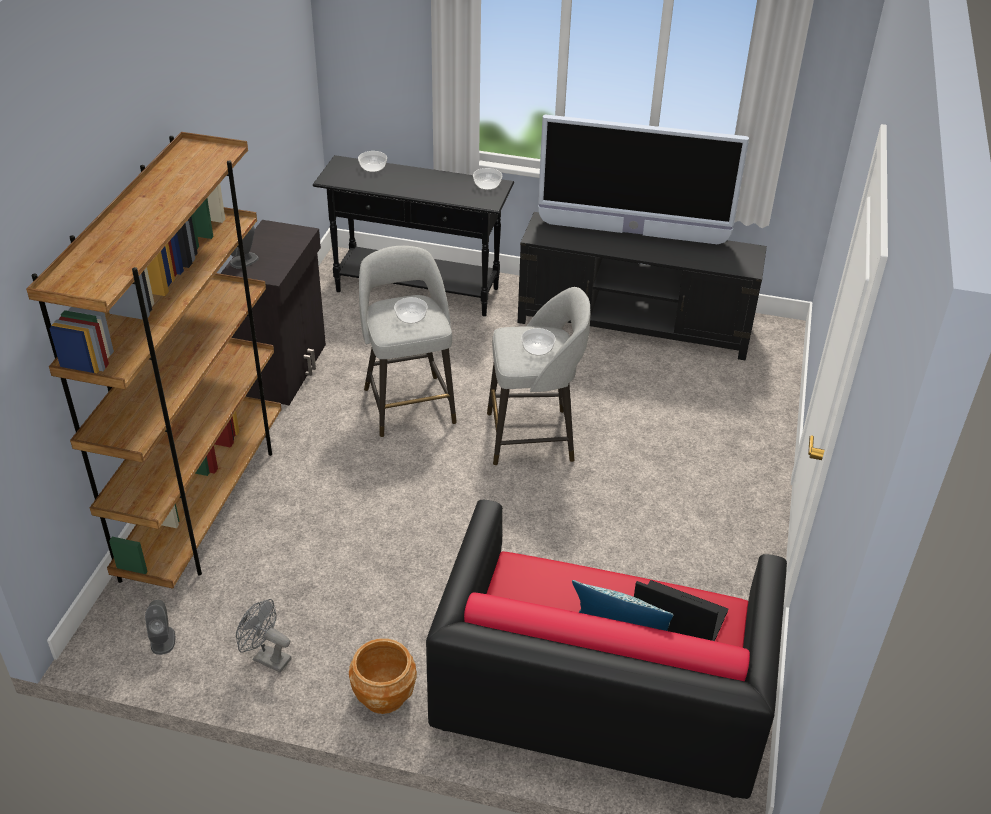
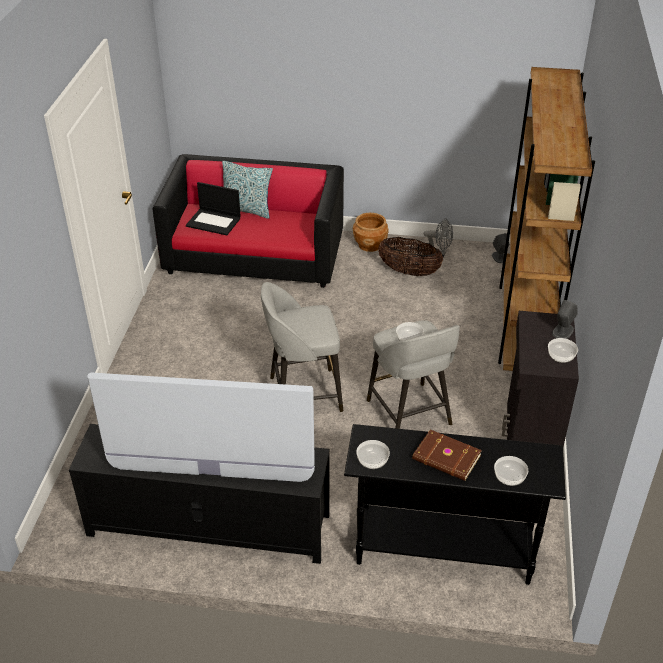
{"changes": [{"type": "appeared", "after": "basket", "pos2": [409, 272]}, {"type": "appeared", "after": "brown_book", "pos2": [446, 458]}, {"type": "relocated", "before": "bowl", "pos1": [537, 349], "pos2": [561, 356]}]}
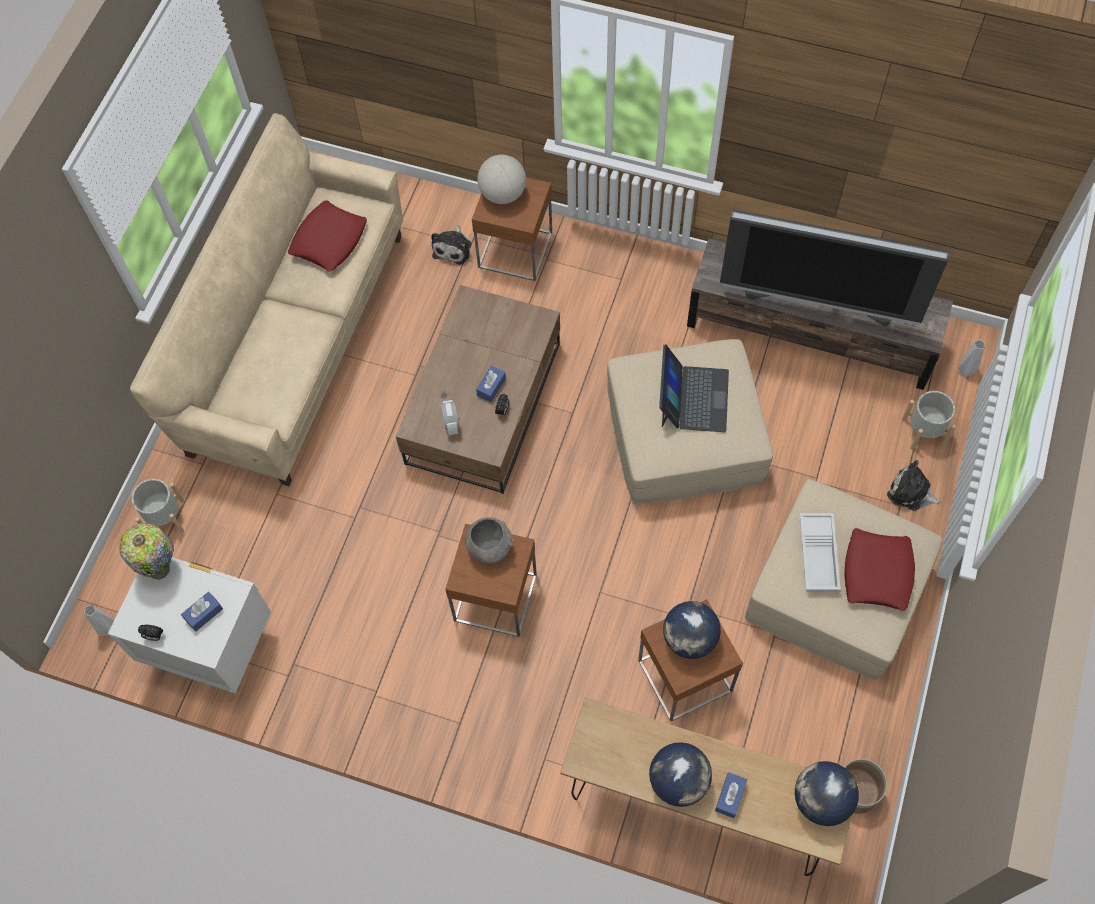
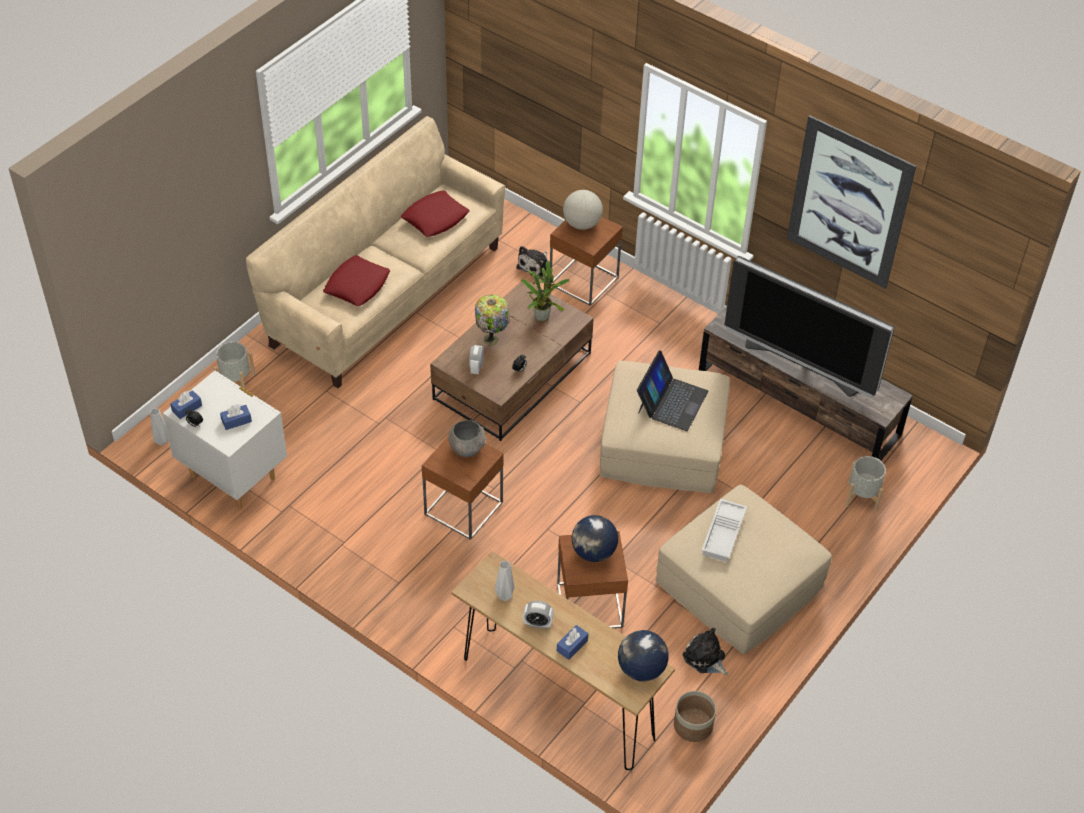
{"changes": [{"type": "relocated", "before": "blue_tissue_box", "pos1": [491, 387], "pos2": [187, 408]}, {"type": "relocated", "before": "red_pillow", "pos1": [877, 572], "pos2": [357, 285]}, {"type": "relocated", "before": "table_lamp", "pos1": [160, 568], "pos2": [492, 339]}, {"type": "relocated", "before": "grey_vase", "pos1": [966, 370], "pos2": [505, 595]}, {"type": "appeared", "after": "potted_plant", "pos2": [542, 315]}, {"type": "exchanged", "before": "globe", "after": "alarm_clock", "pos1": [678, 780], "pos2": [537, 623]}, {"type": "relocated", "before": "plush_toy", "pos1": [911, 492], "pos2": [705, 658]}, {"type": "appeared", "after": "picture", "pos2": [849, 203]}]}
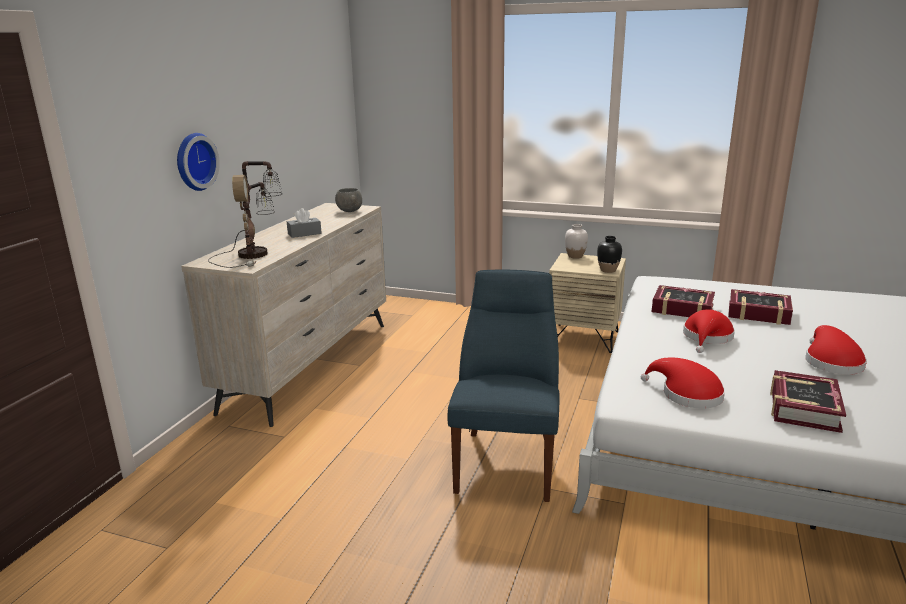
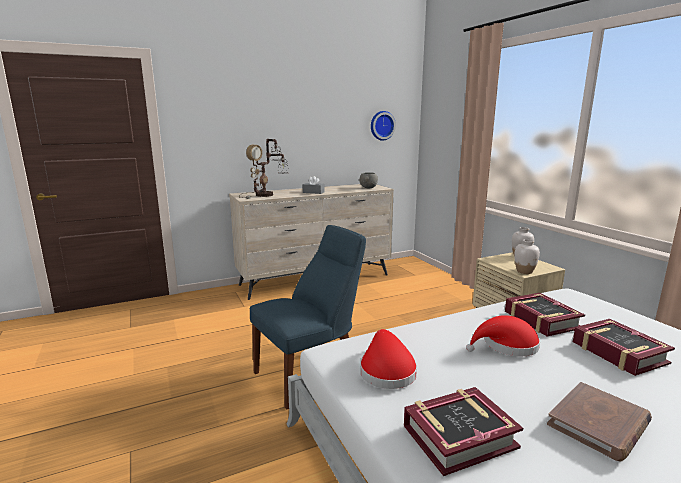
{"changes": [{"type": "relocated", "before": "wall_clock", "pos1": [193, 161], "pos2": [381, 125]}, {"type": "colour", "before": "black_vase", "after": "white_vase", "pos1": [608, 270], "pos2": [524, 271]}, {"type": "exchanged", "before": "red_hat", "after": "brown_book", "pos1": [831, 362], "pos2": [598, 424]}]}
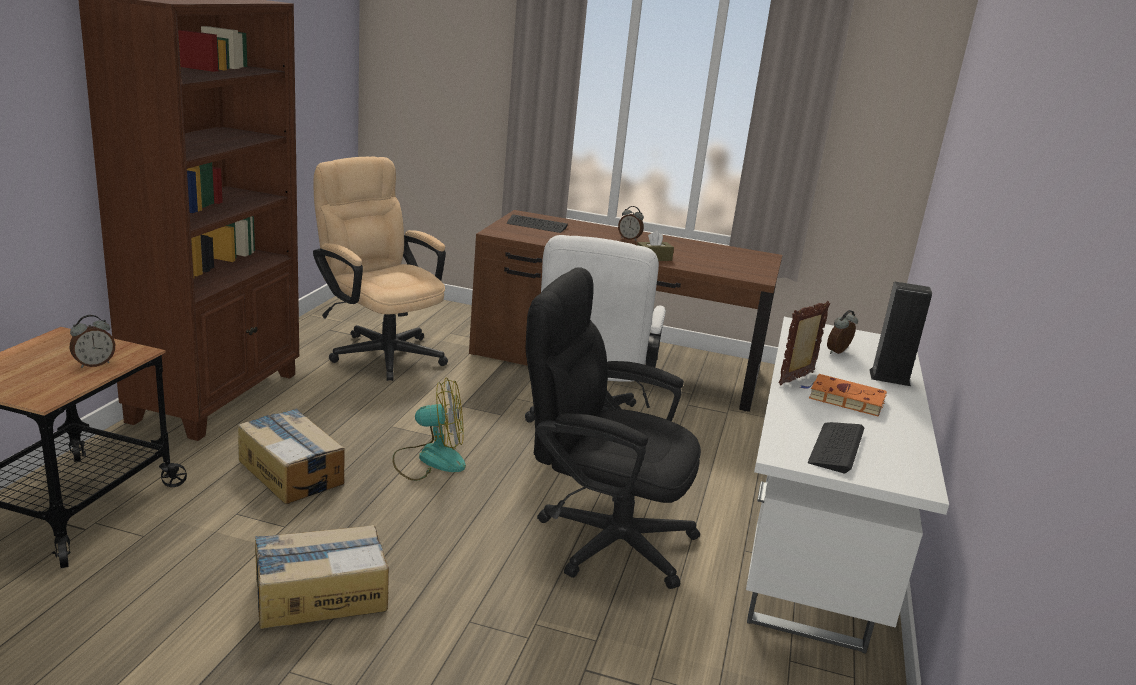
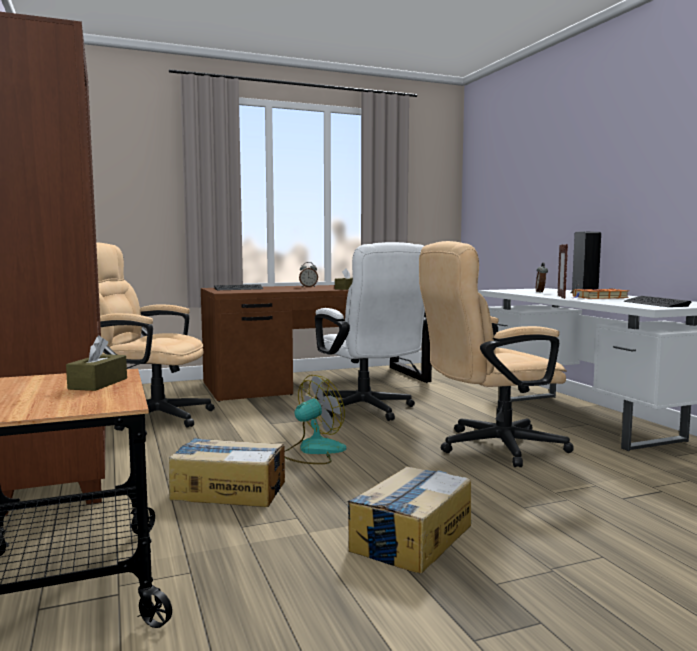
{"changes": [{"type": "exchanged", "before": "alarm_clock", "after": "brown_tissue_box", "pos1": [94, 364], "pos2": [98, 384]}, {"type": "colour", "before": "black_office_chair", "after": "beige_office_chair", "pos1": [601, 537], "pos2": [489, 447]}]}
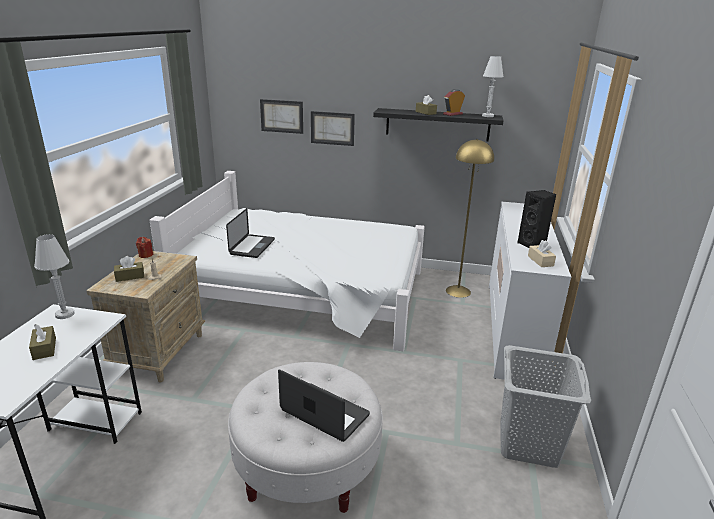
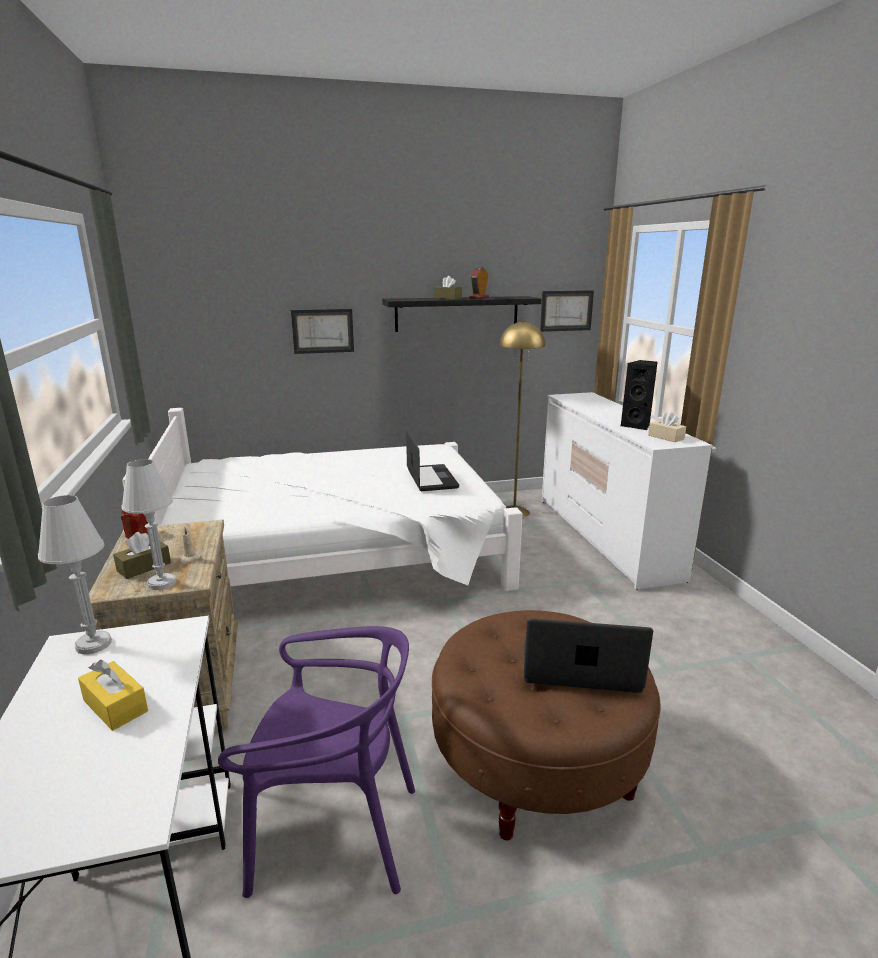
{"changes": [{"type": "colour", "before": "brown_tissue_box", "after": "yellow_tissue_box", "pos1": [44, 348], "pos2": [115, 706]}, {"type": "relocated", "before": "white_table_lamp", "pos1": [487, 116], "pos2": [162, 583]}, {"type": "appeared", "after": "purple_chair", "pos2": [335, 832]}, {"type": "relocated", "before": "laptop", "pos1": [252, 247], "pos2": [431, 479]}, {"type": "colour", "before": "white_ottoman", "after": "brown_ottoman", "pos1": [307, 466], "pos2": [536, 762]}, {"type": "relocated", "before": "picture", "pos1": [282, 116], "pos2": [566, 310]}, {"type": "missing", "before": "grey_laundry_basket", "pos1": [529, 444]}]}
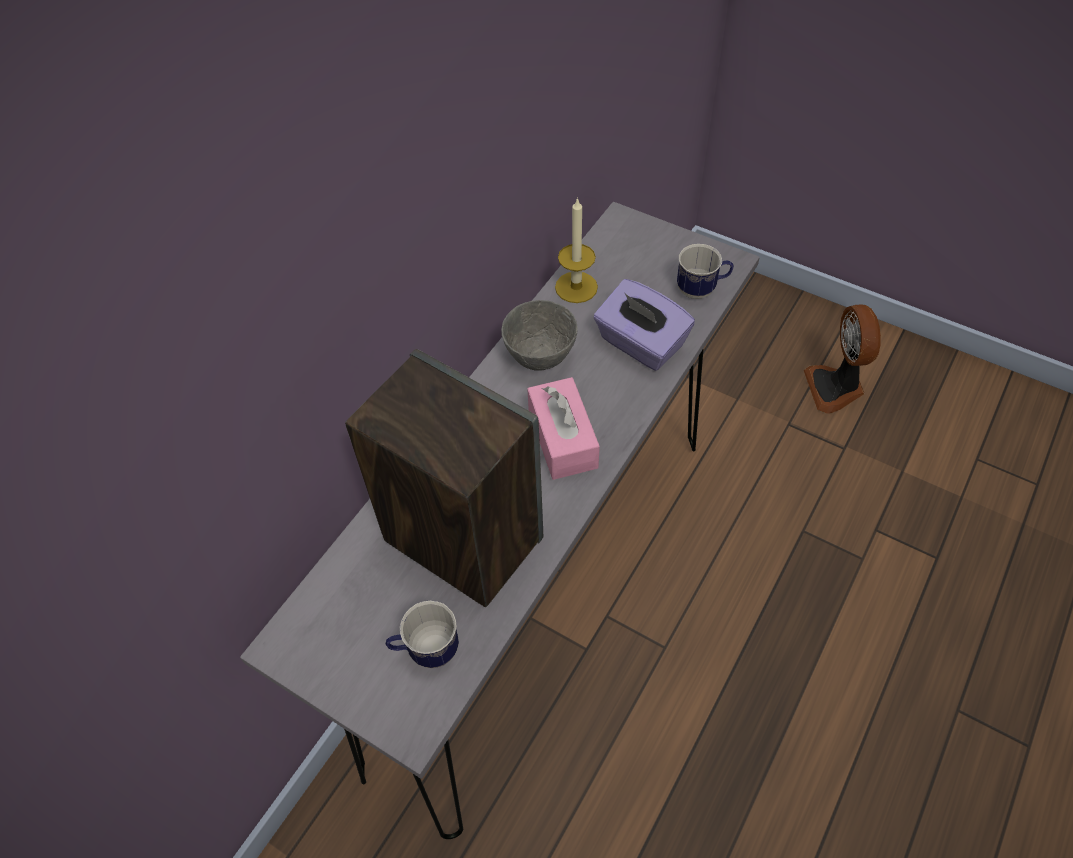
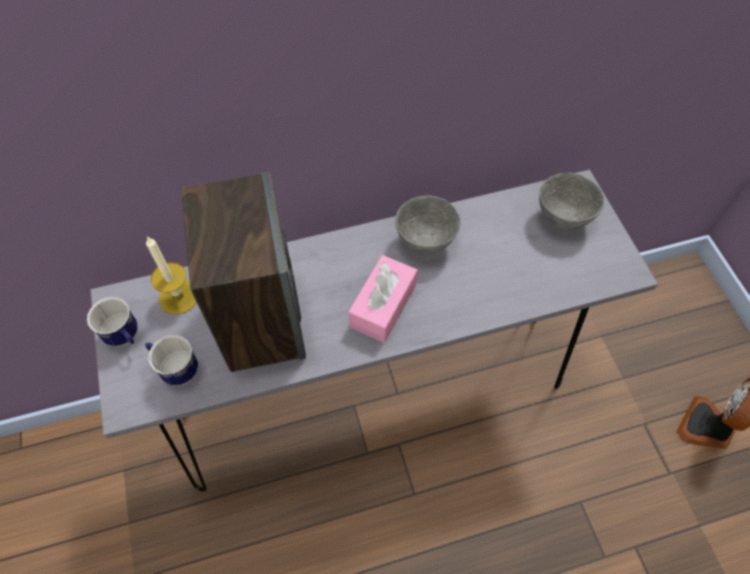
{"changes": [{"type": "relocated", "before": "mug", "pos1": [701, 290], "pos2": [125, 337]}, {"type": "relocated", "before": "candle", "pos1": [576, 287], "pos2": [178, 297]}, {"type": "appeared", "after": "grey_bowl", "pos2": [563, 219]}, {"type": "missing", "before": "purple_tissue_box", "pos1": [640, 344]}]}
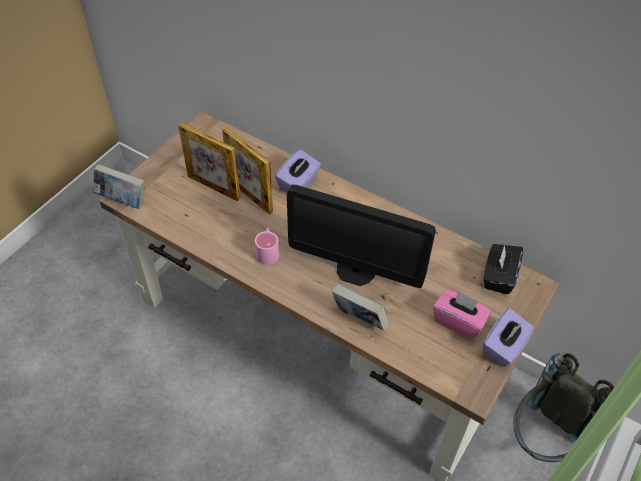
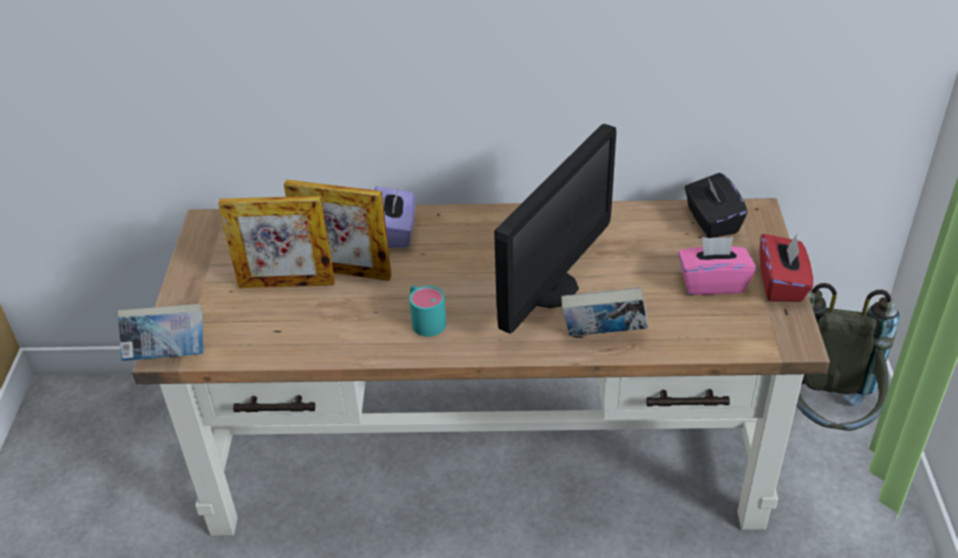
{"changes": [{"type": "colour", "before": "pink_mug", "after": "turquoise_mug", "pos1": [268, 251], "pos2": [425, 319]}, {"type": "spun", "before": "monitor", "pos1": [355, 270], "pos2": [551, 289], "turn": -45}, {"type": "colour", "before": "purple_tissue_box", "after": "red_tissue_box", "pos1": [504, 347], "pos2": [781, 284]}]}
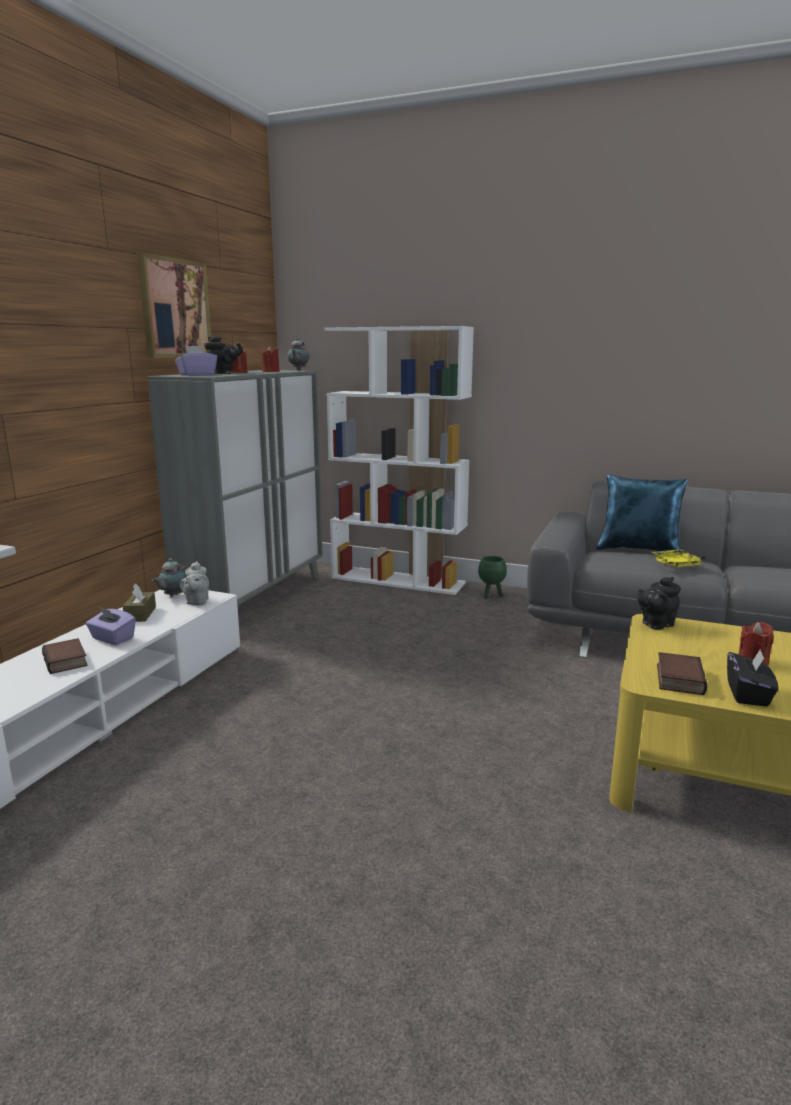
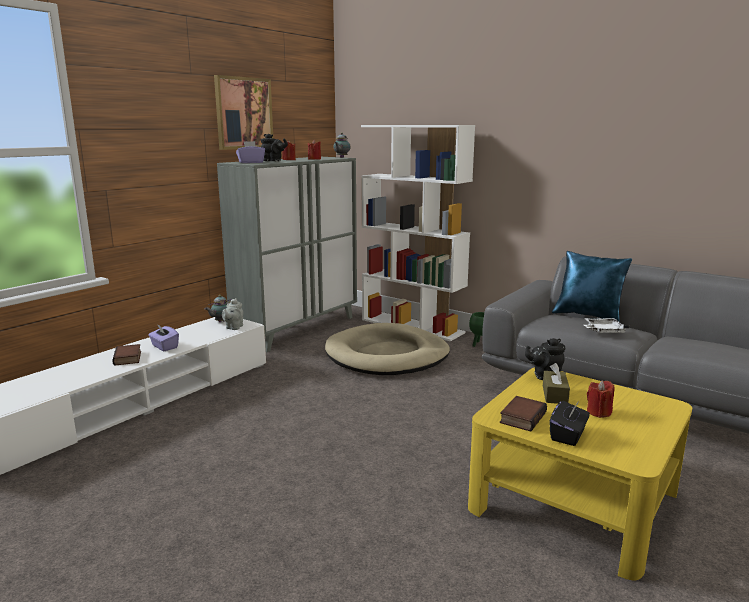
{"changes": [{"type": "appeared", "after": "beige_dog_bed", "pos2": [387, 355]}, {"type": "relocated", "before": "brown_tissue_box", "pos1": [140, 614], "pos2": [554, 395]}, {"type": "colour", "before": "yellow_tray", "after": "white_tray", "pos1": [675, 565], "pos2": [603, 331]}]}
